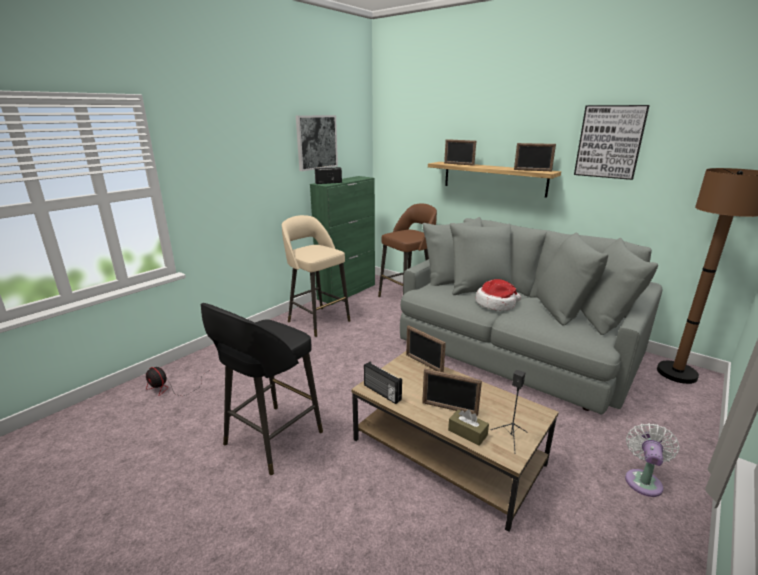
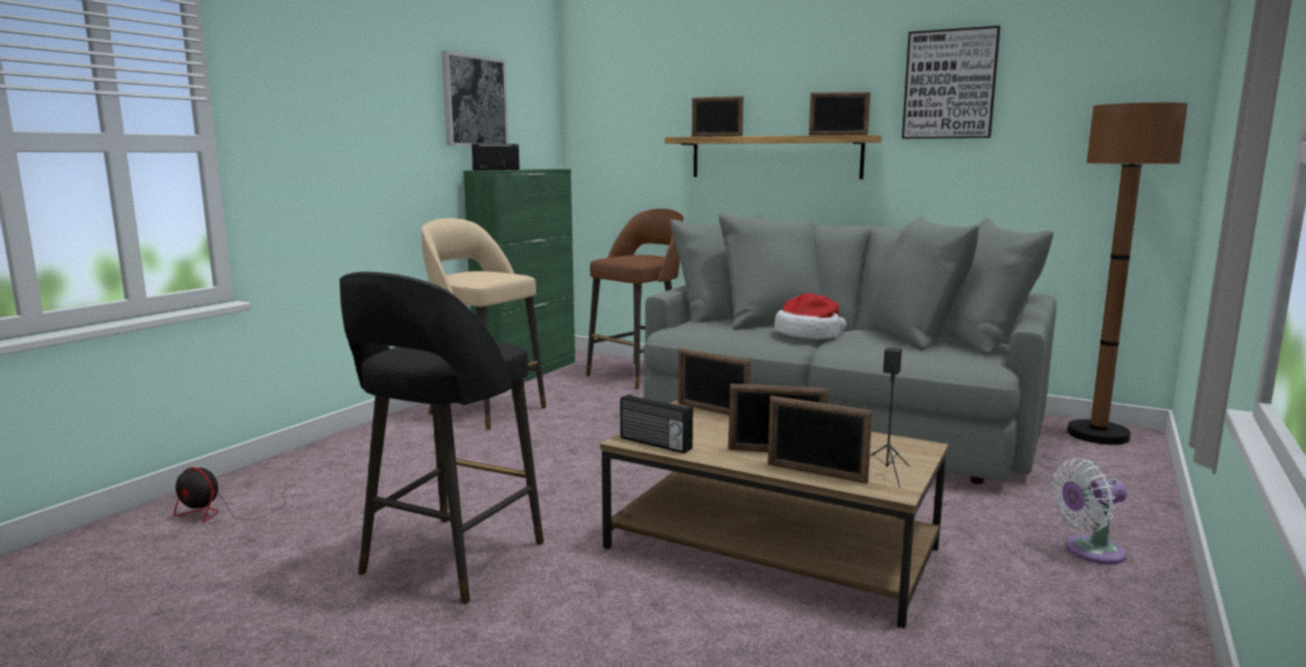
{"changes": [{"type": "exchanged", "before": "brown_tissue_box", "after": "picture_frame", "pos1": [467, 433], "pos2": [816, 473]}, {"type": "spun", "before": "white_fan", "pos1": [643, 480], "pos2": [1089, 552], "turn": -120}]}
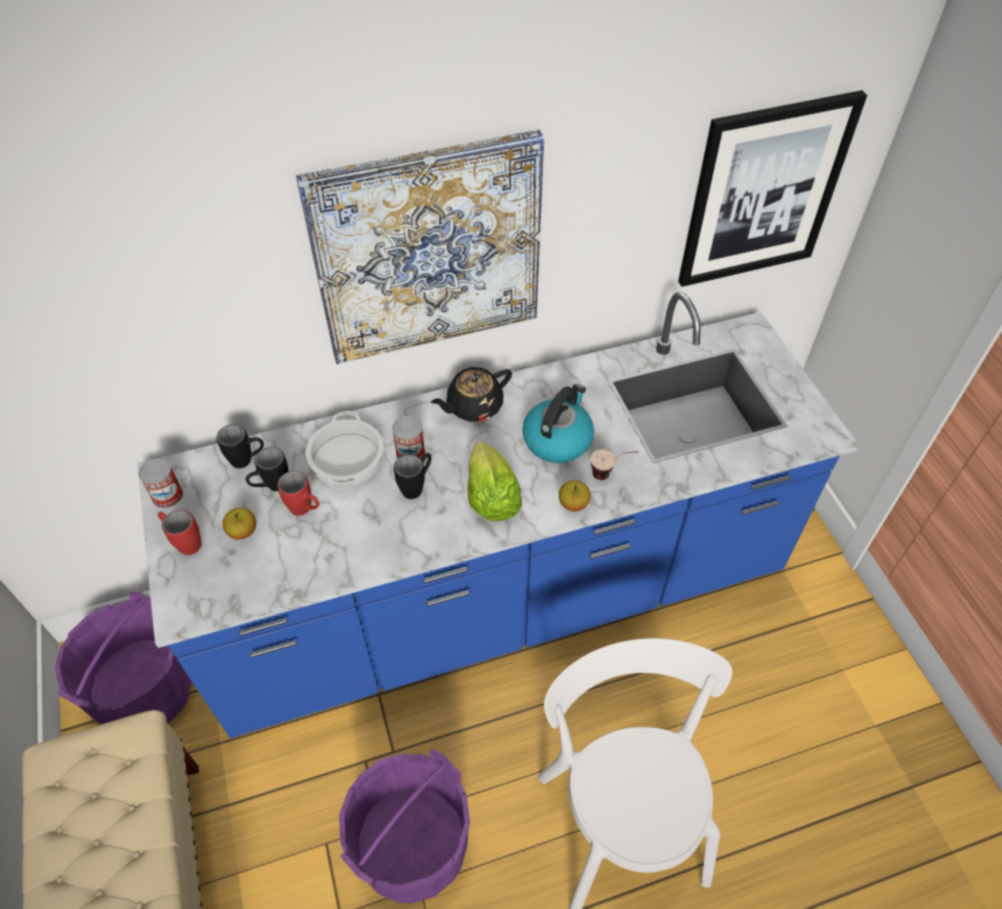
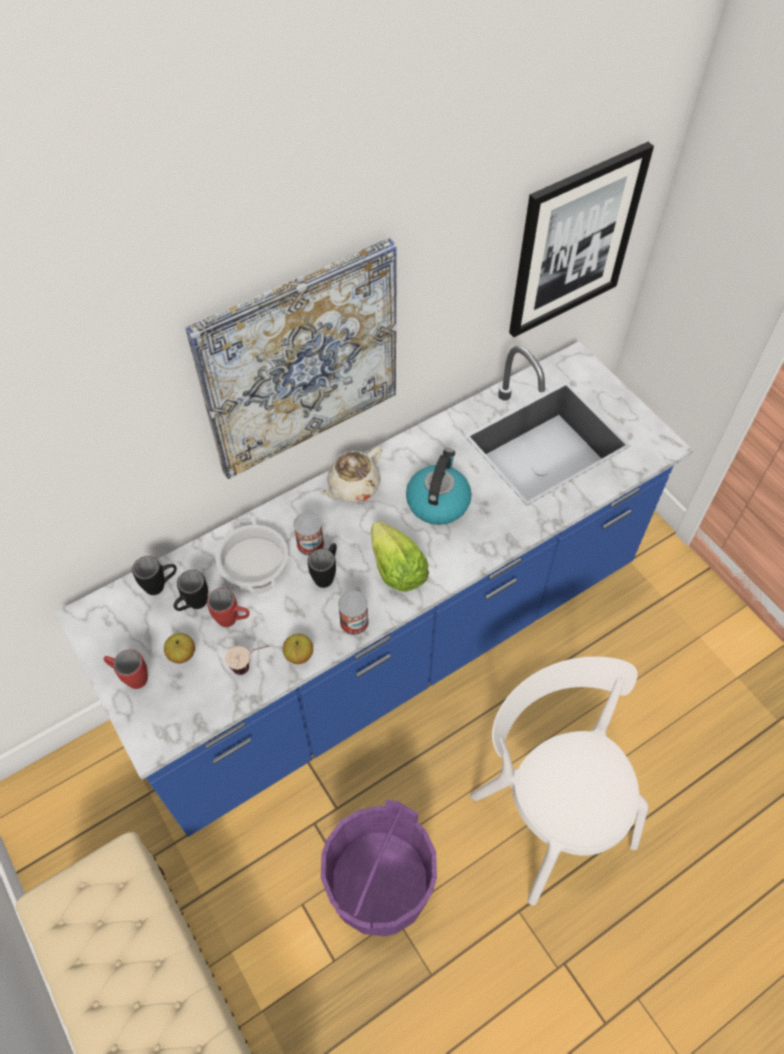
{"changes": [{"type": "relocated", "before": "cup", "pos1": [611, 474], "pos2": [251, 666]}, {"type": "relocated", "before": "apple", "pos1": [573, 504], "pos2": [299, 654]}, {"type": "colour", "before": "black_teapot", "after": "beige_teapot", "pos1": [473, 406], "pos2": [353, 486]}, {"type": "relocated", "before": "can", "pos1": [167, 495], "pos2": [354, 622]}, {"type": "missing", "before": "purple_bucket", "pos1": [145, 691]}]}
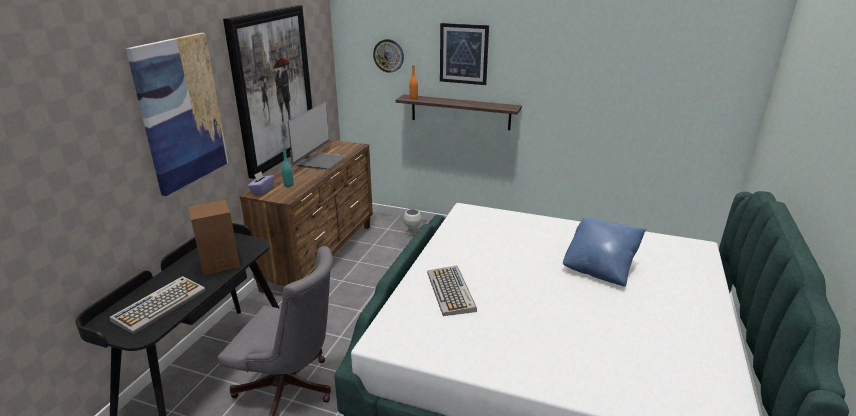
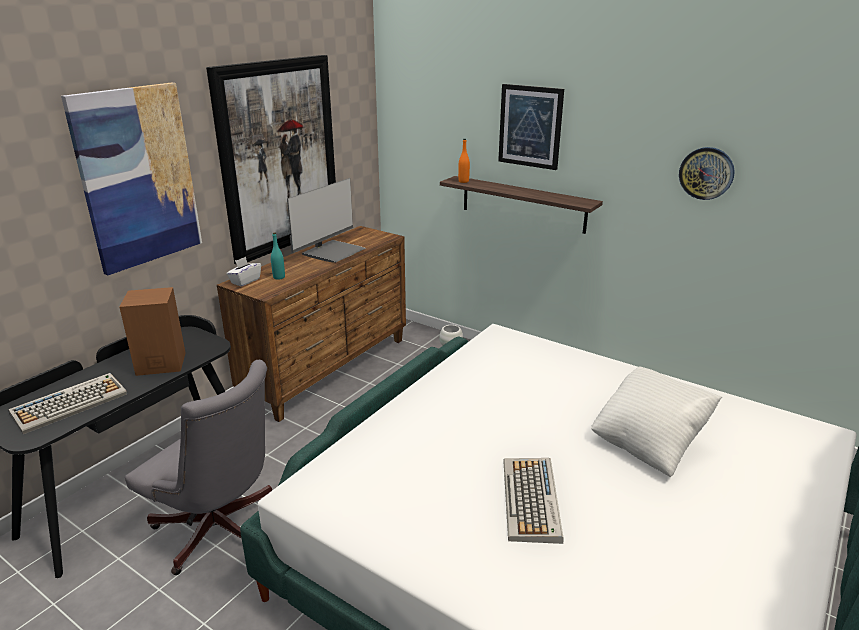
{"changes": [{"type": "colour", "before": "purple_tissue_box", "after": "white_tissue_box", "pos1": [262, 191], "pos2": [245, 281]}, {"type": "relocated", "before": "keyboard", "pos1": [451, 291], "pos2": [531, 500]}, {"type": "colour", "before": "blue_pillow", "after": "white_pillow", "pos1": [599, 268], "pos2": [648, 444]}, {"type": "relocated", "before": "wall_clock", "pos1": [388, 55], "pos2": [706, 173]}]}
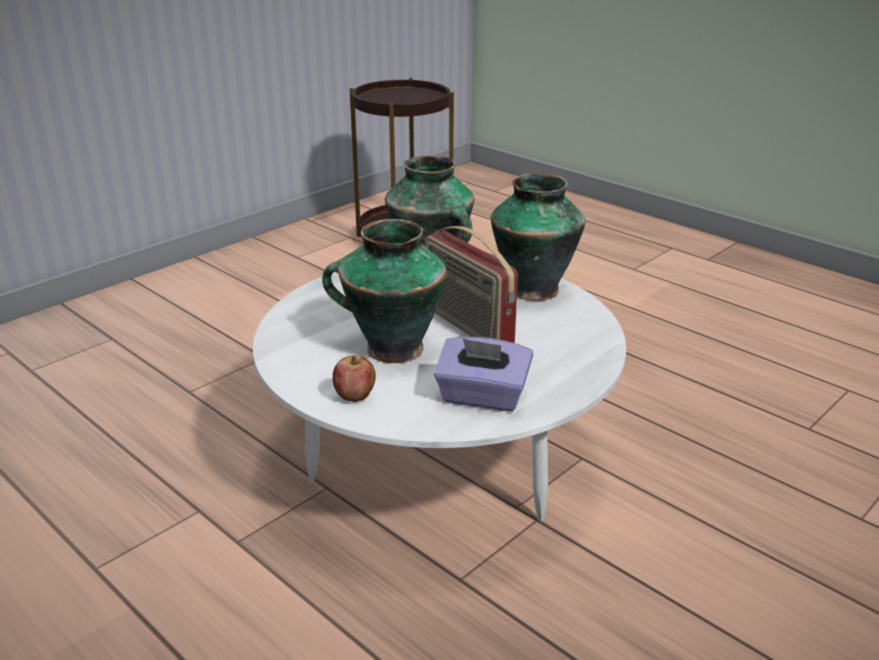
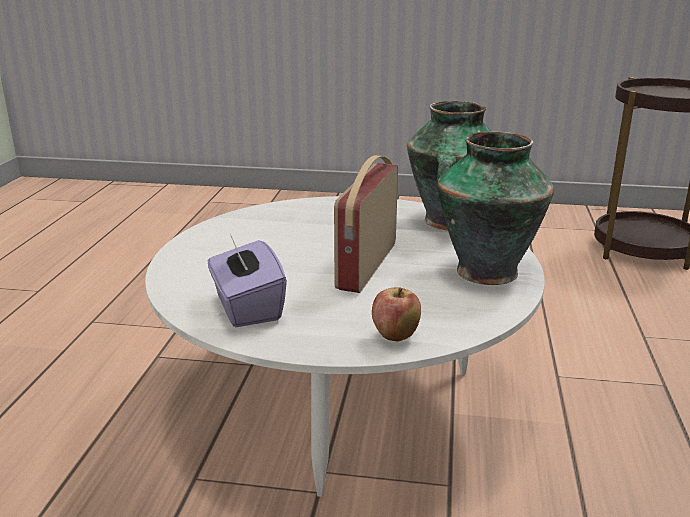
{"changes": [{"type": "relocated", "before": "apple", "pos1": [355, 397], "pos2": [395, 336]}, {"type": "missing", "before": "vase", "pos1": [391, 348]}]}
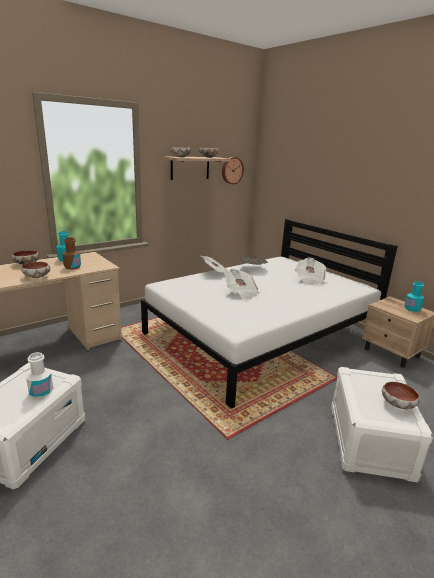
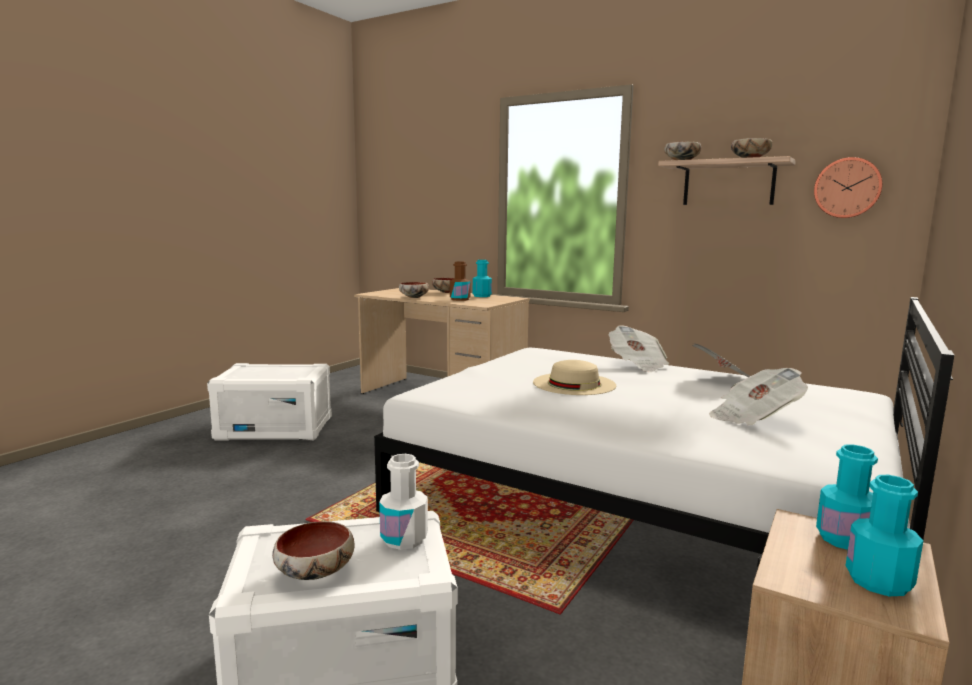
{"changes": [{"type": "relocated", "before": "white_bottle", "pos1": [41, 391], "pos2": [404, 539]}, {"type": "exchanged", "before": "newspaper", "after": "beige_hat", "pos1": [241, 293], "pos2": [574, 383]}, {"type": "appeared", "after": "turquoise_bottle", "pos2": [845, 539]}]}
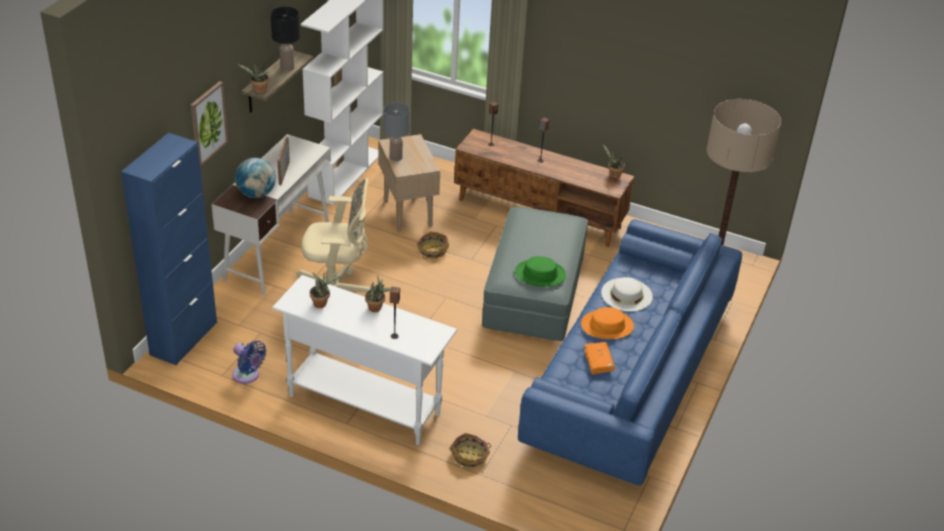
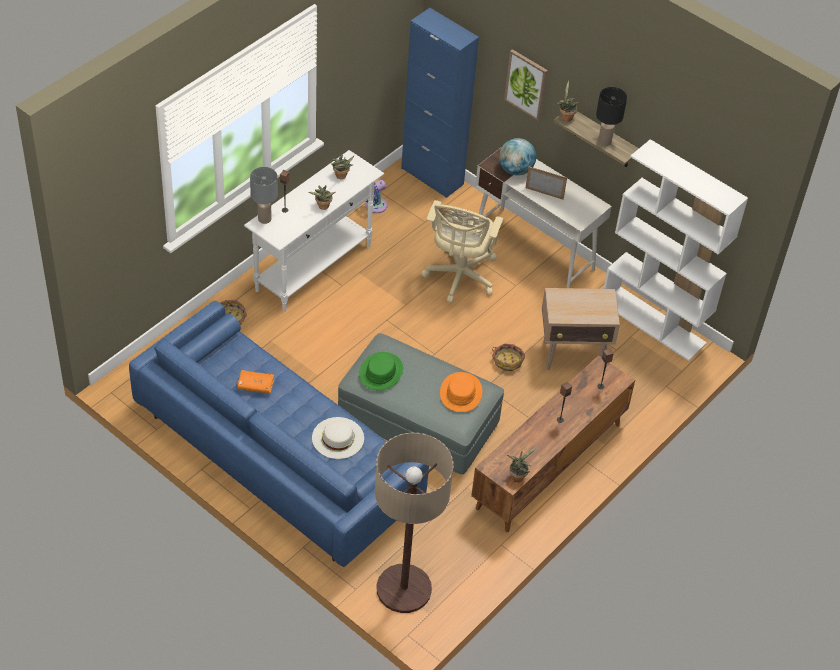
{"changes": [{"type": "relocated", "before": "grey_table_lamp", "pos1": [395, 157], "pos2": [265, 219]}, {"type": "relocated", "before": "orange_hat", "pos1": [607, 325], "pos2": [461, 393]}]}
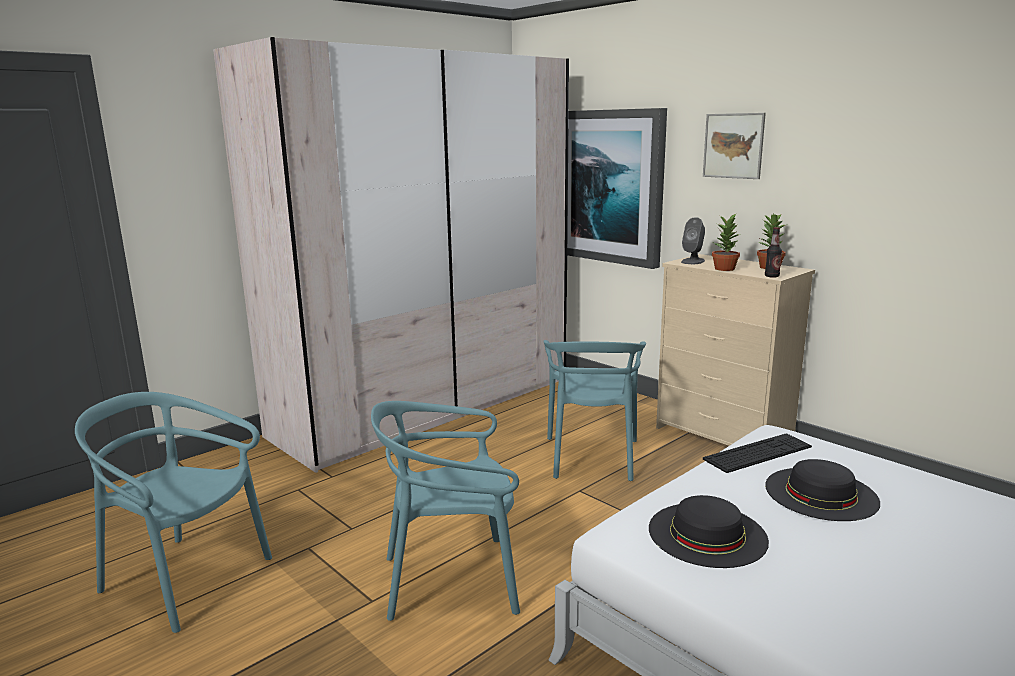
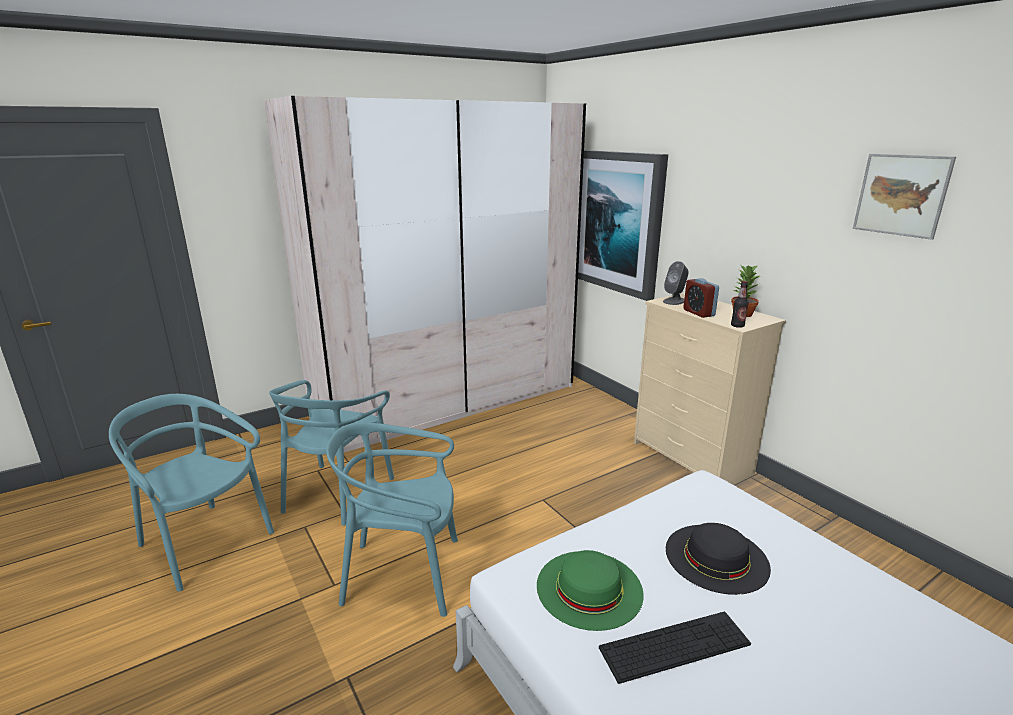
{"changes": [{"type": "relocated", "before": "turquoise_chair", "pos1": [592, 457], "pos2": [337, 493]}, {"type": "colour", "before": "black_hat", "after": "green_hat", "pos1": [707, 534], "pos2": [589, 588]}, {"type": "relocated", "before": "keyboard", "pos1": [758, 453], "pos2": [675, 646]}, {"type": "exchanged", "before": "potted_plant", "after": "alarm_clock", "pos1": [725, 269], "pos2": [698, 313]}, {"type": "relocated", "before": "picture", "pos1": [733, 146], "pos2": [901, 195]}]}
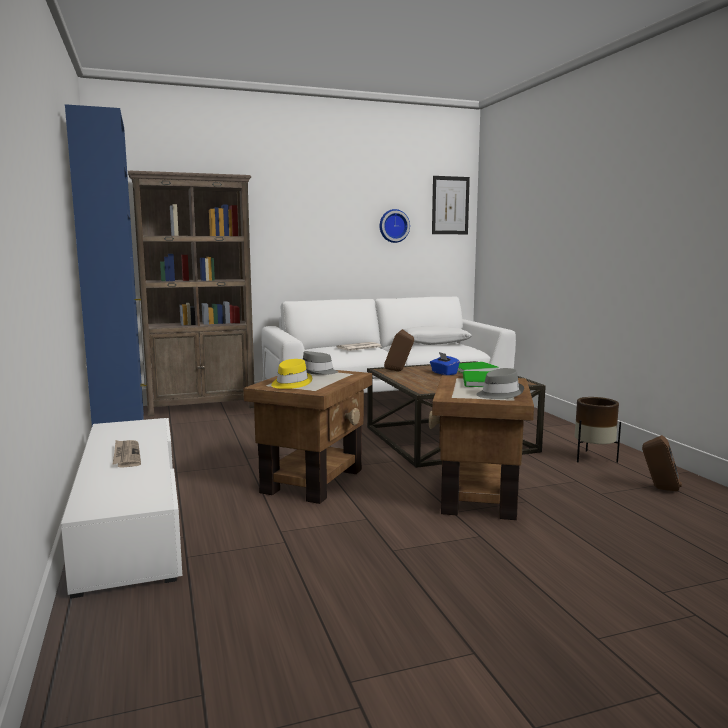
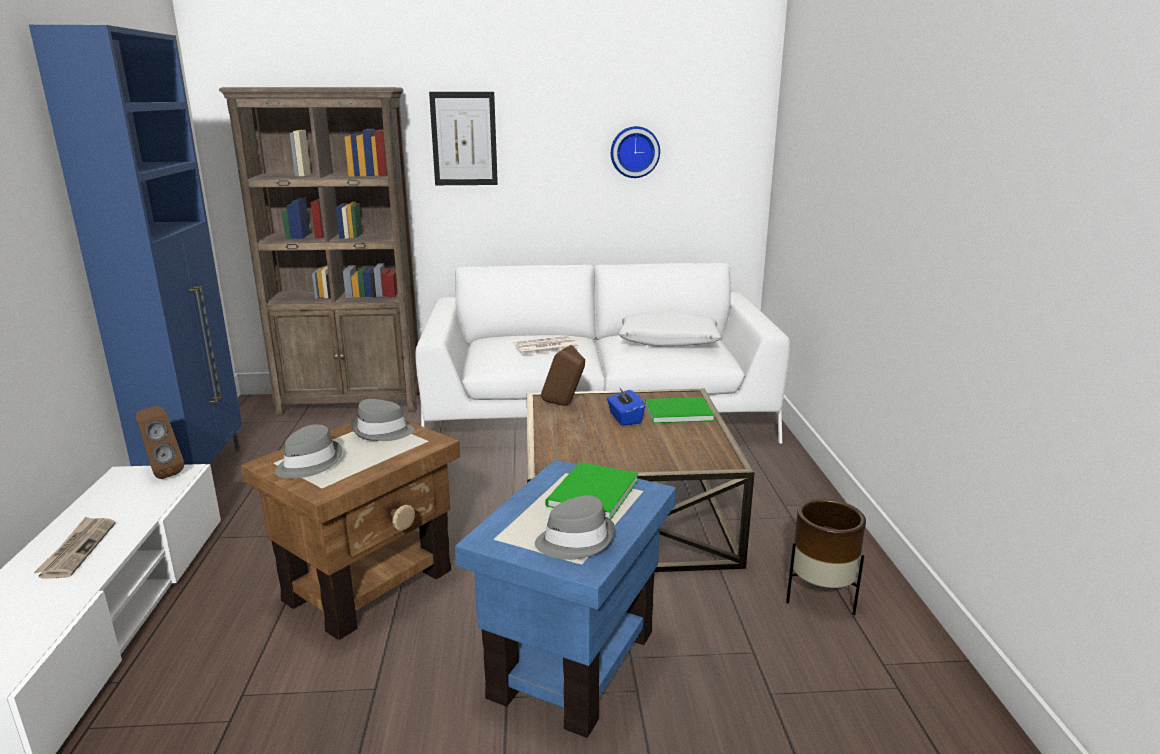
{"changes": [{"type": "relocated", "before": "brown_speaker", "pos1": [659, 489], "pos2": [162, 472]}, {"type": "colour", "before": "yellow_hat", "after": "grey_hat", "pos1": [290, 383], "pos2": [308, 463]}, {"type": "relocated", "before": "picture", "pos1": [450, 205], "pos2": [464, 139]}, {"type": "colour", "before": "brown_side_table", "after": "blue_side_table", "pos1": [477, 496], "pos2": [571, 662]}]}
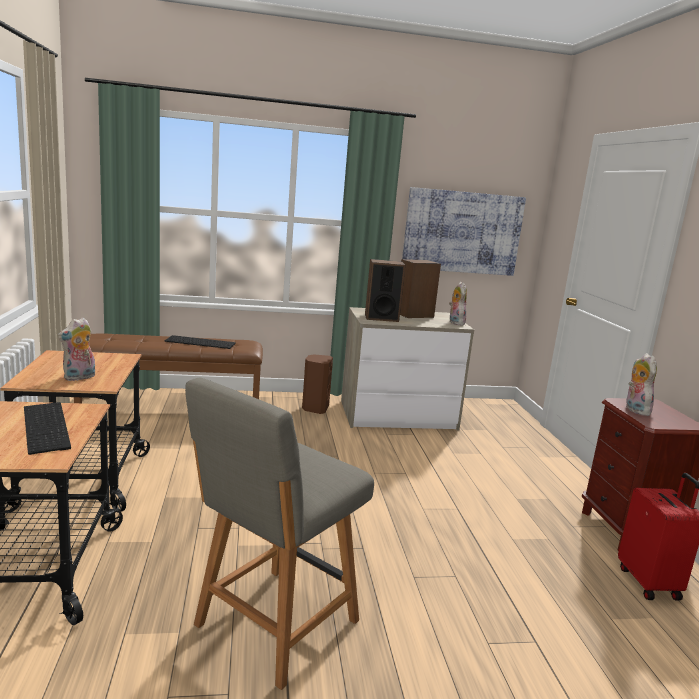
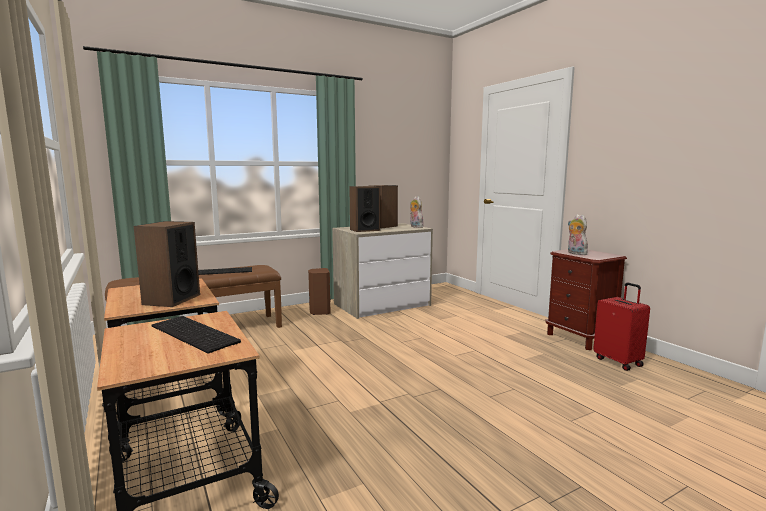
{"changes": [{"type": "exchanged", "before": "plush_toy", "after": "speaker", "pos1": [79, 377], "pos2": [171, 299]}, {"type": "missing", "before": "grey_chair", "pos1": [273, 626]}, {"type": "missing", "before": "picture", "pos1": [461, 232]}]}
